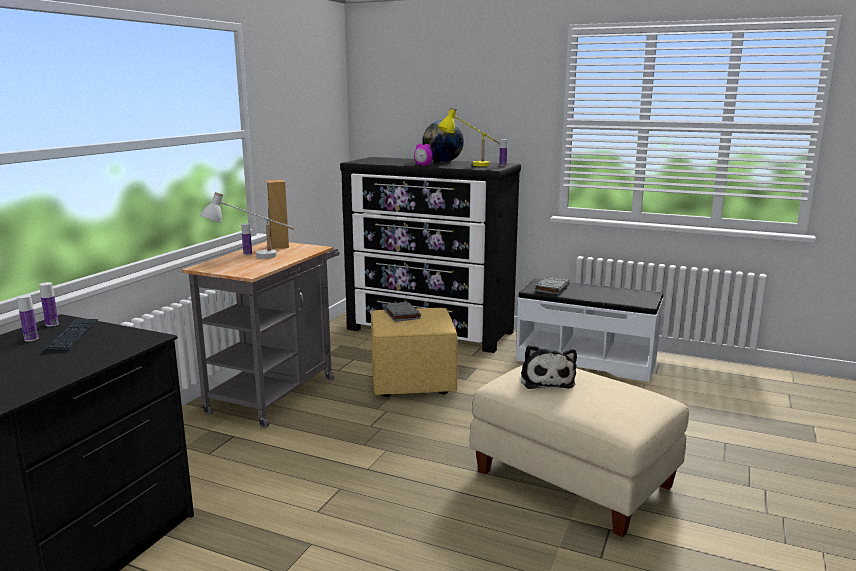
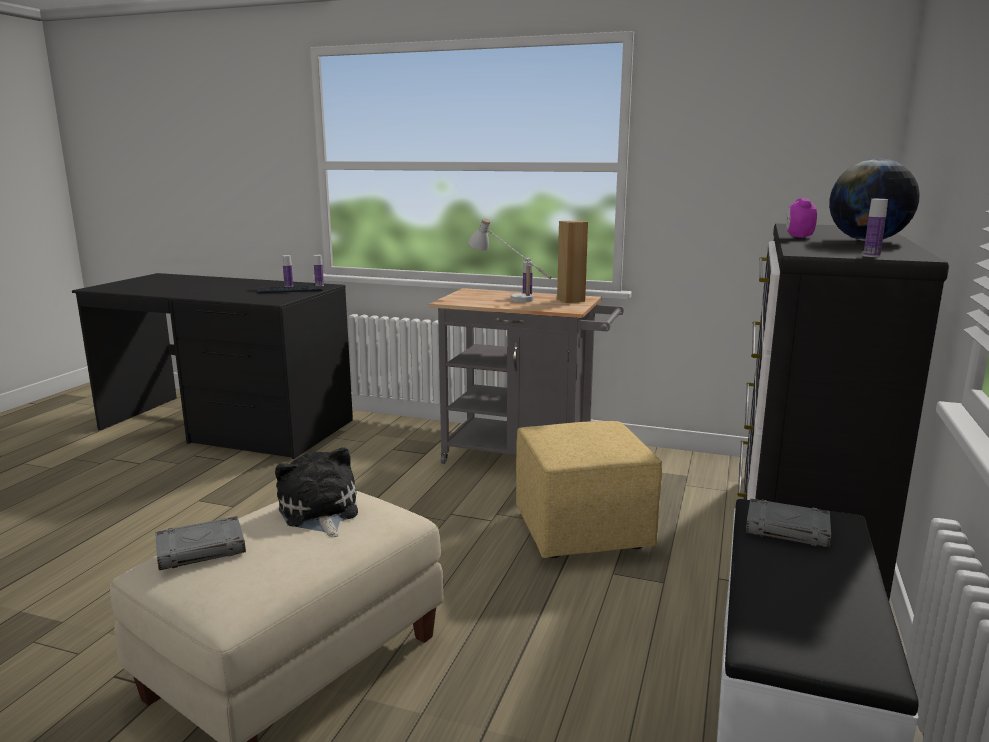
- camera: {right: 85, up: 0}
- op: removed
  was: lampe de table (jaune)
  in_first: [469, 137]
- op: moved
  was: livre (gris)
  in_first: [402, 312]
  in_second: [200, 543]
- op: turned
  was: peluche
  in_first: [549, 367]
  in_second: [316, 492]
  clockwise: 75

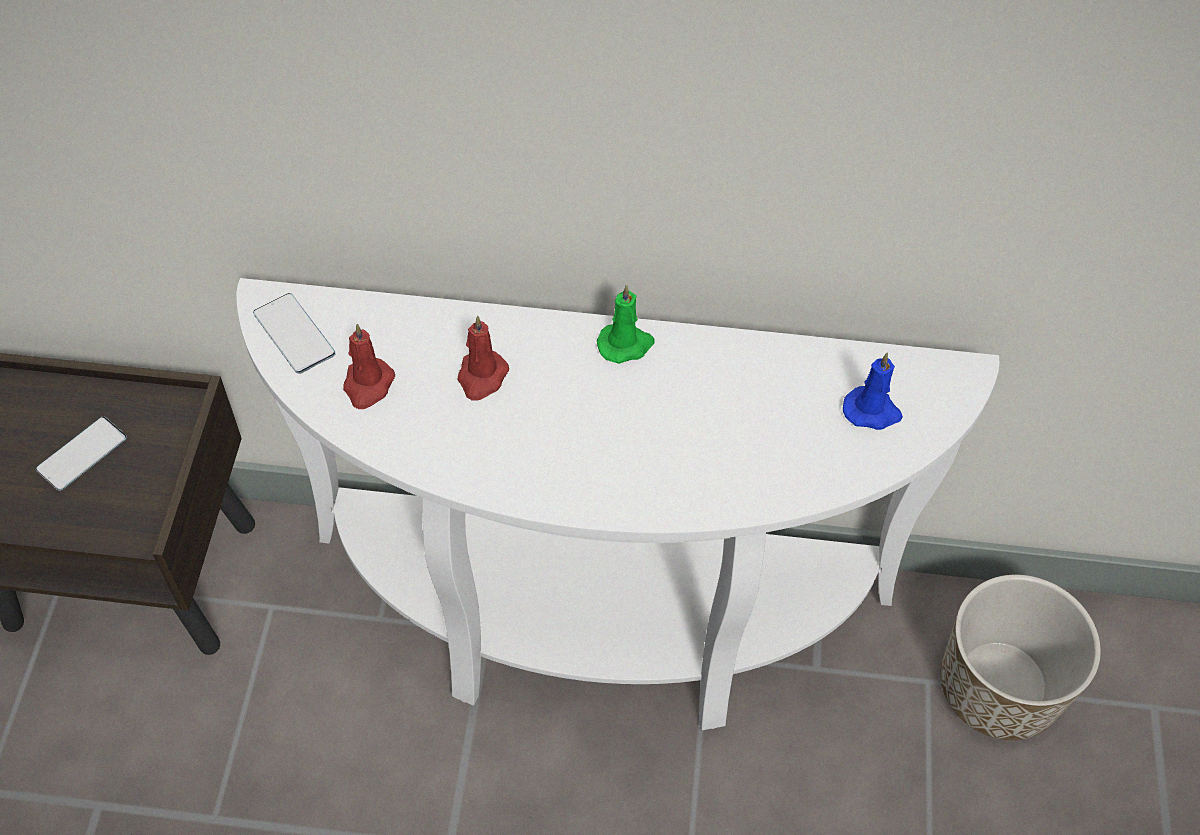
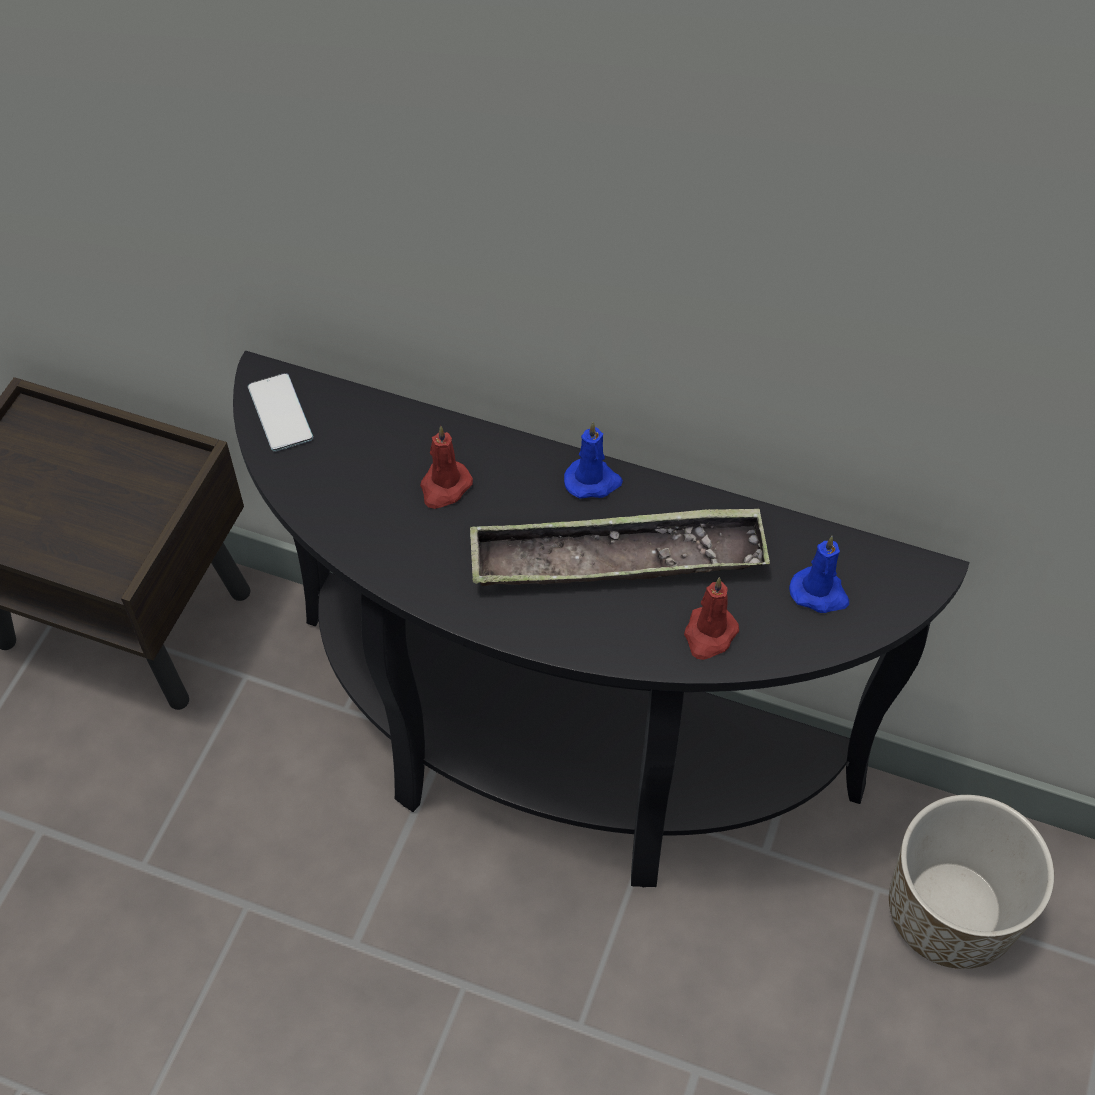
- camera: {right: 15, up: 0}
- op: removed
  was: téléphone
  in_first: [81, 453]
- op: added
  now: plateau
  in_second: [620, 547]
- op: moved
  was: bougie (rouge)
  in_first: [369, 366]
  in_second: [711, 618]
- op: recoloured
  was: table console (blanc)
  now: table console (noir)
  in_first: [618, 504]
  in_second: [601, 619]
- op: recoloured
  was: bougie (vert)
  now: bougie (bleu)
  in_first: [625, 324]
  in_second: [593, 460]

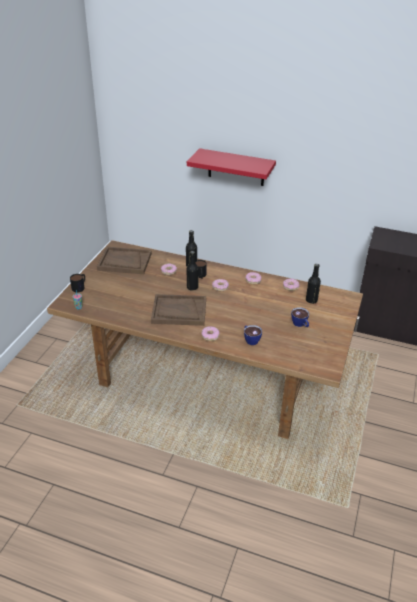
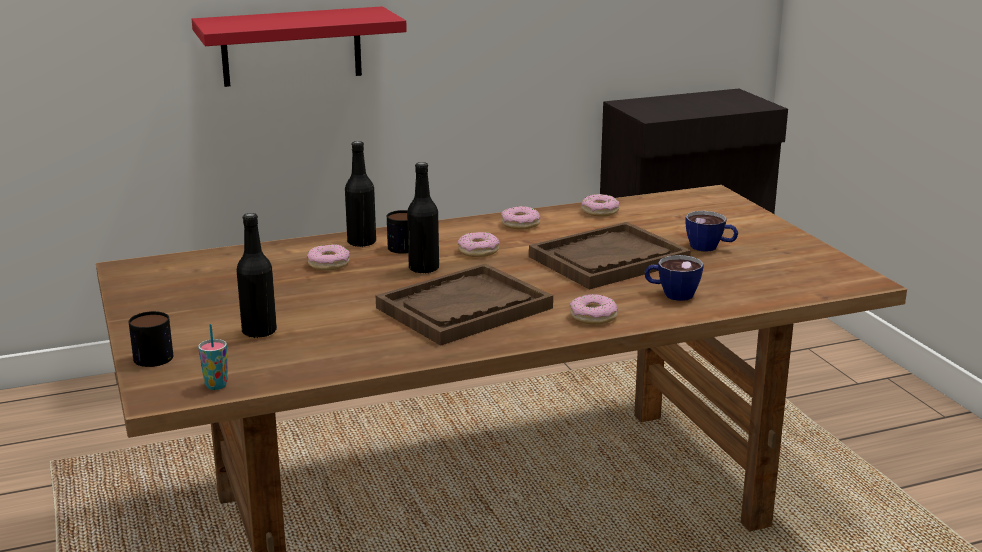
- camera: {right: -40, up: -15}
- op: moved
  was: plateau (marron)
  in_first: [124, 260]
  in_second: [610, 255]
- op: moved
  was: bouteille (noir)
  in_first: [313, 284]
  in_second: [256, 275]

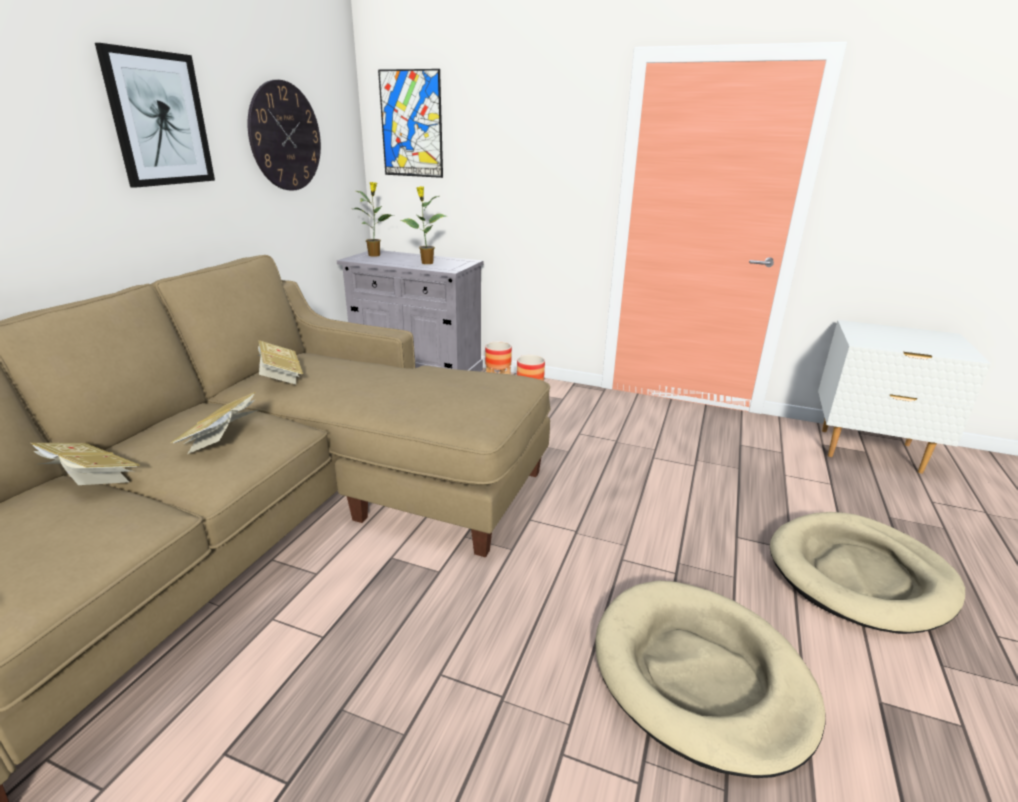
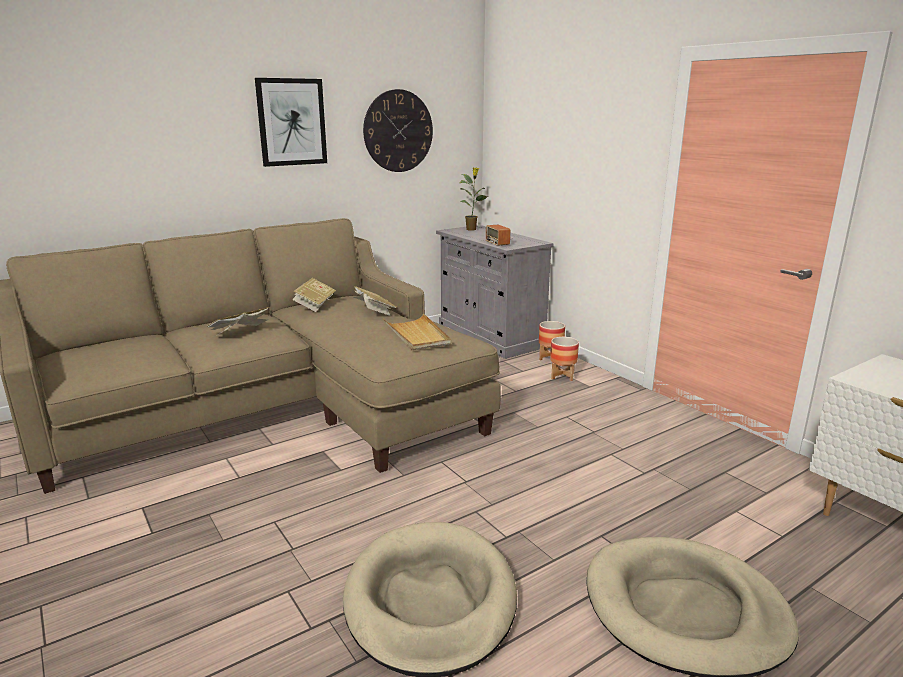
- camera: {right: 35, up: -5}
- op: removed
  was: tableau
  in_first: [410, 123]
- op: added
  now: plateau (beige)
  in_second: [417, 331]
- op: moved
  was: livre
  in_first: [85, 464]
  in_second: [375, 301]
- op: replaced
  was: plante en pot
  now: radio
  in_first: [423, 225]
  in_second: [499, 235]

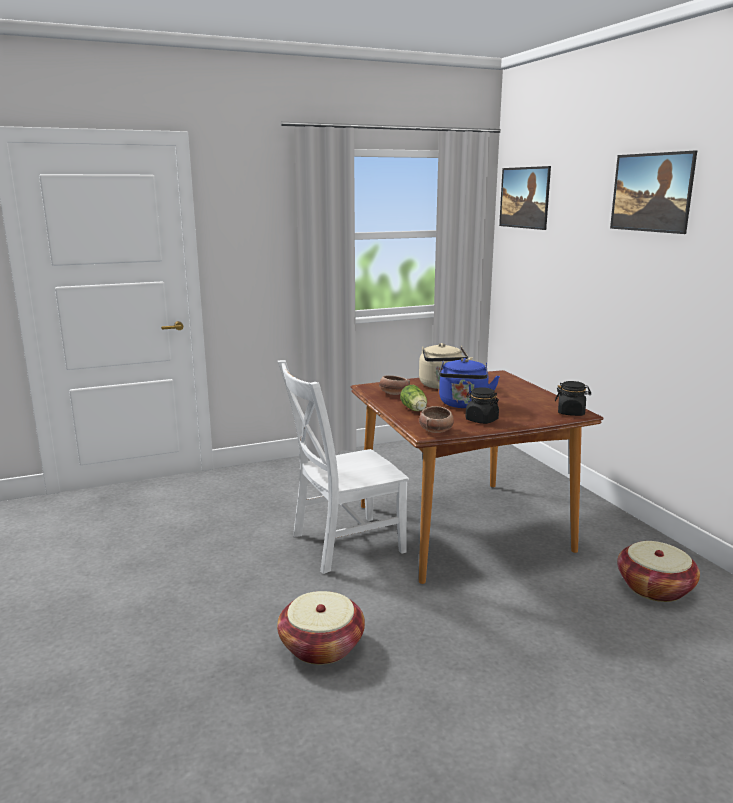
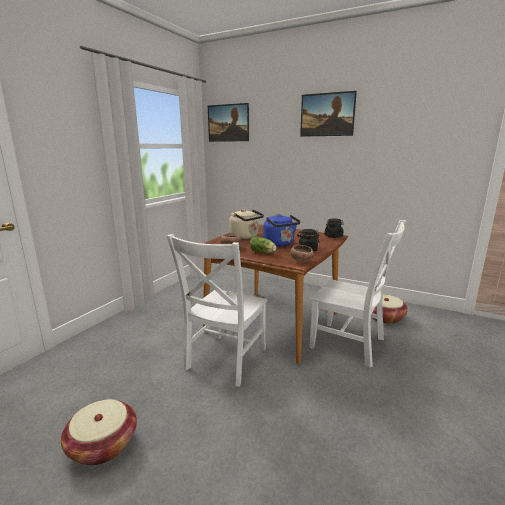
- camera: {right: -40, up: 0}
- op: added
  now: chaise (blanc)
  in_second: [357, 294]
- op: moved
  was: panier
  in_first: [321, 628]
  in_second: [99, 432]

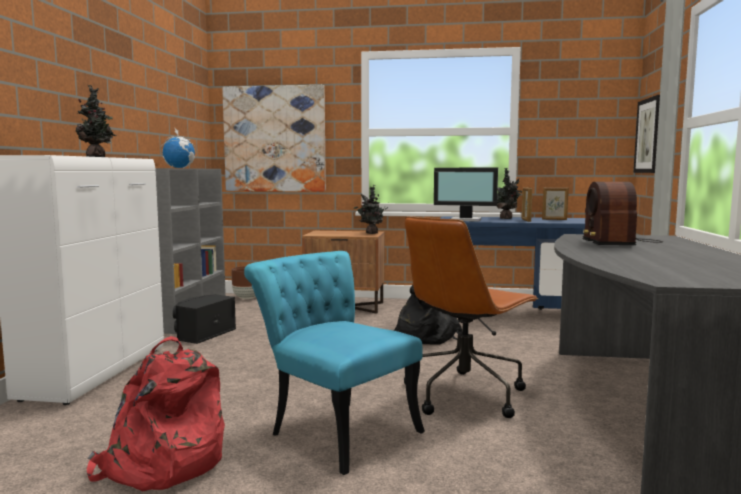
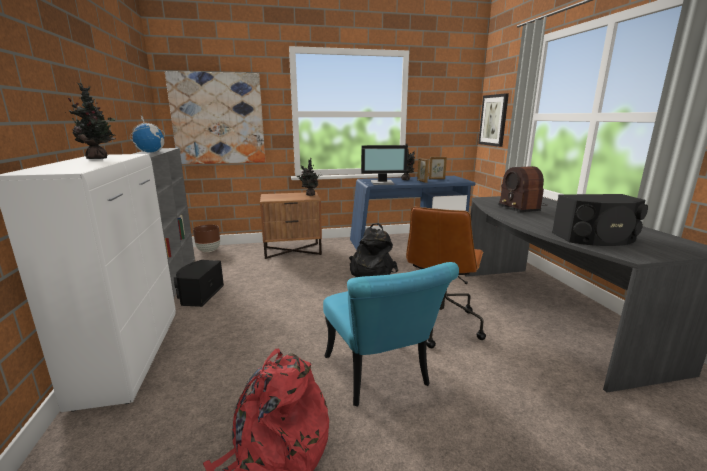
- camera: {right: -20, up: 10}
- op: added
  now: enceinte (noir)
  in_second: [600, 220]
- op: turned
  was: chaise (turquoise)
  in_first: [334, 363]
  in_second: [391, 334]
  clockwise: -135

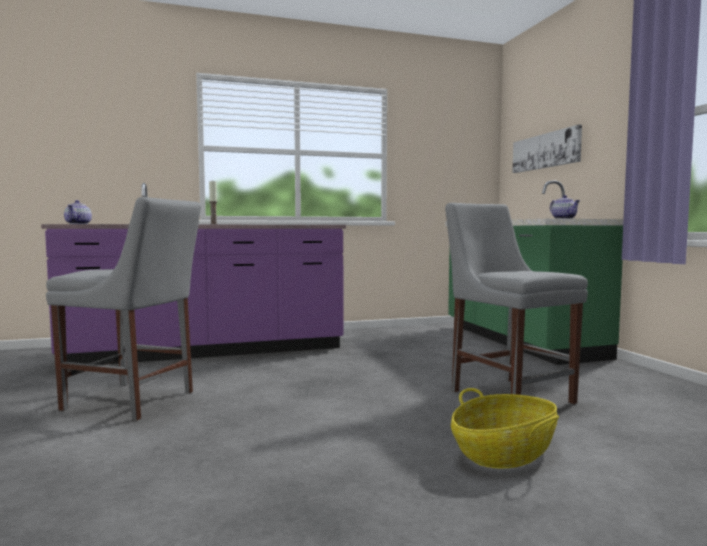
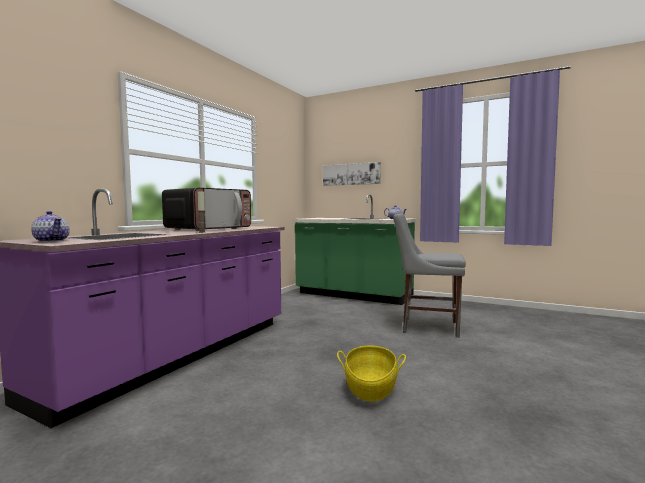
- camera: {right: -45, up: 0}
- op: removed
  was: chaise (gris)
  in_first: [123, 309]
- op: added
  now: micro-ondes
  in_second: [206, 209]
- op: moved
  was: panier
  in_first: [505, 428]
  in_second: [371, 374]

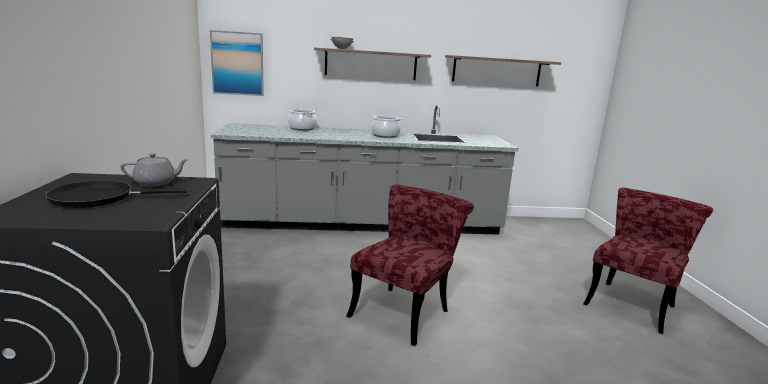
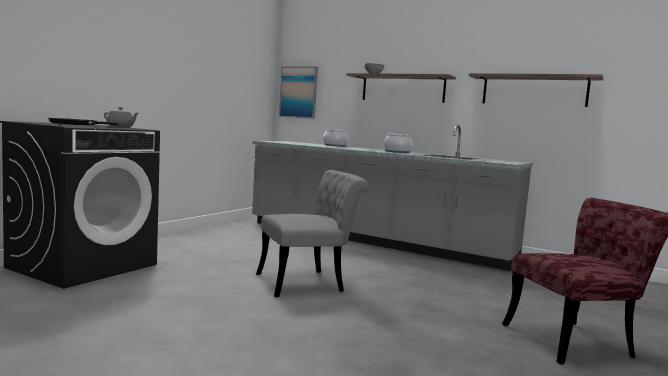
- camera: {right: 35, up: -10}
- op: recoloured
  was: chaise (rouge)
  now: chaise (gris)
  in_first: [410, 265]
  in_second: [312, 234]

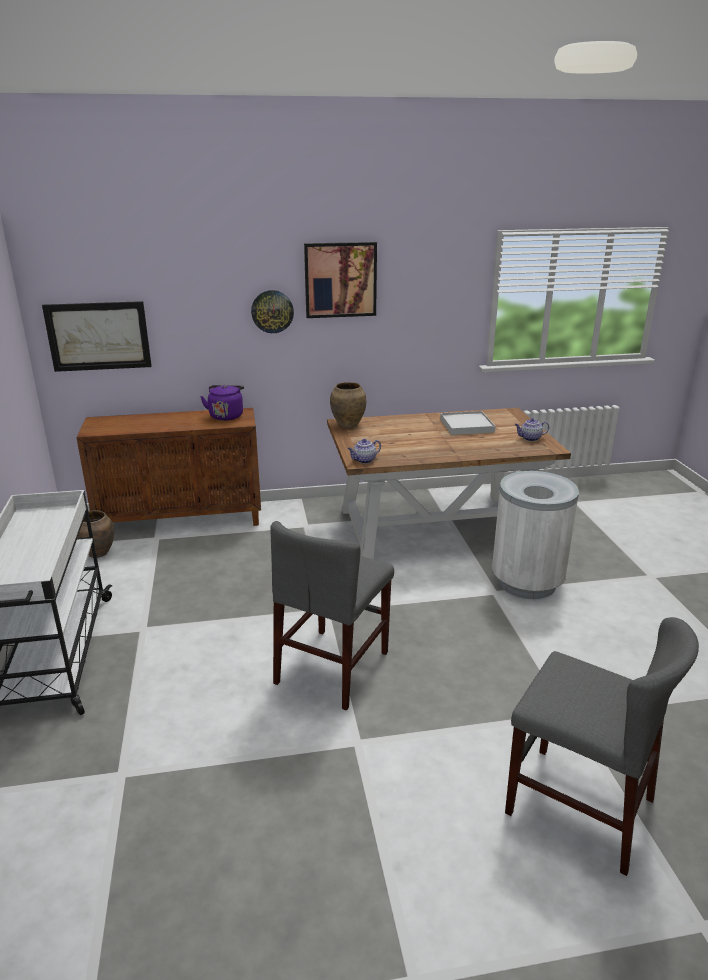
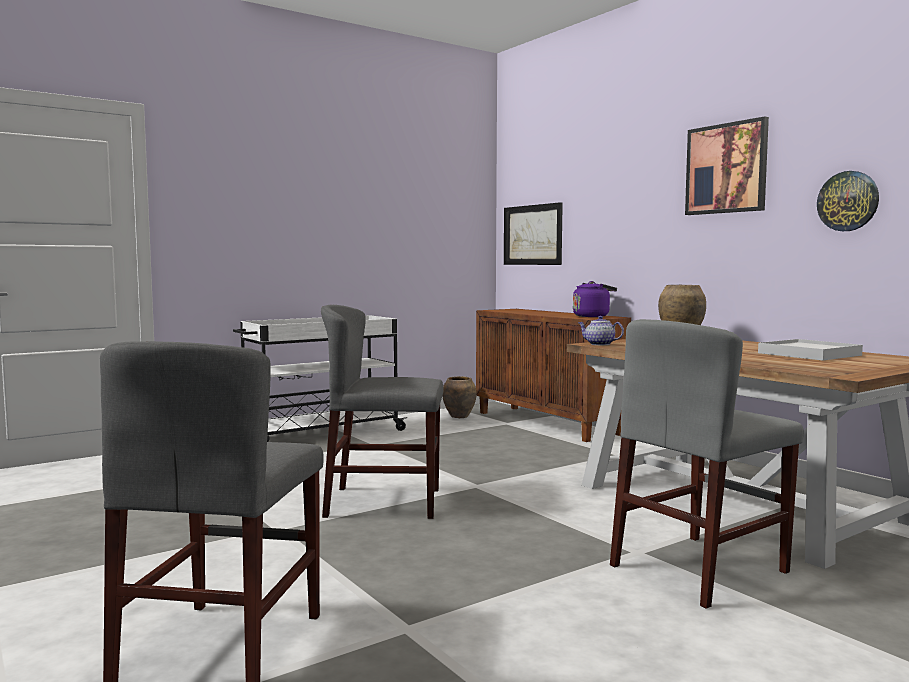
- camera: {right: 65, up: -20}
- op: removed
  was: théière
  in_first: [532, 429]
- op: moved
  was: horloge murale
  in_first: [272, 311]
  in_second: [848, 201]
- op: replaced
  was: poubelle (blanc)
  now: chaise (gris)
  in_first: [535, 535]
  in_second: [707, 464]

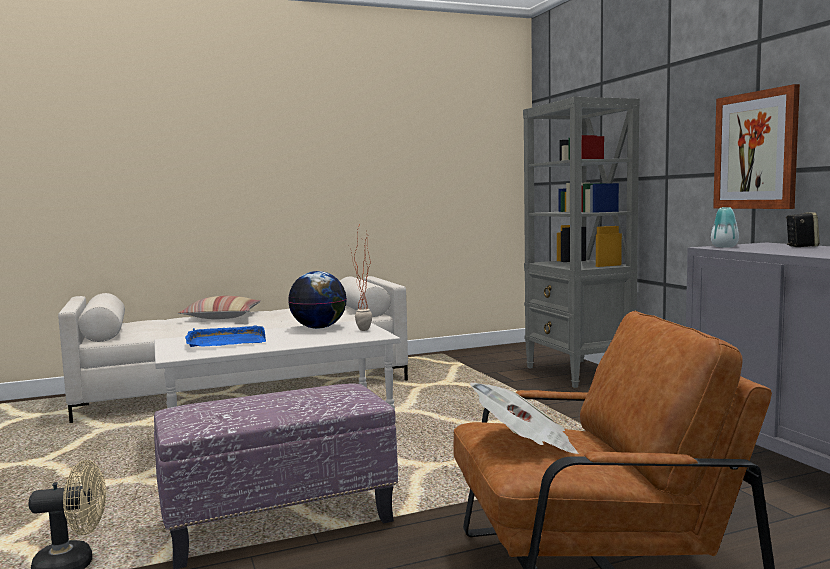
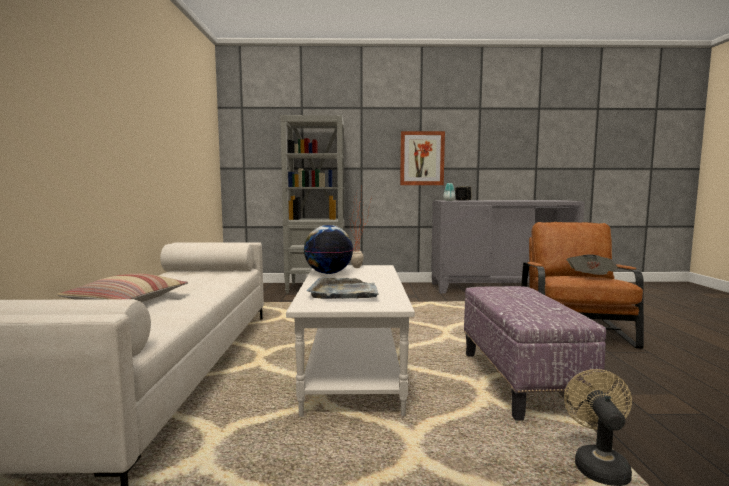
- camera: {right: -70, up: 0}
- op: recoloured
  was: plateau (bleu)
  now: plateau (gris)
  in_first: [225, 336]
  in_second: [343, 288]

